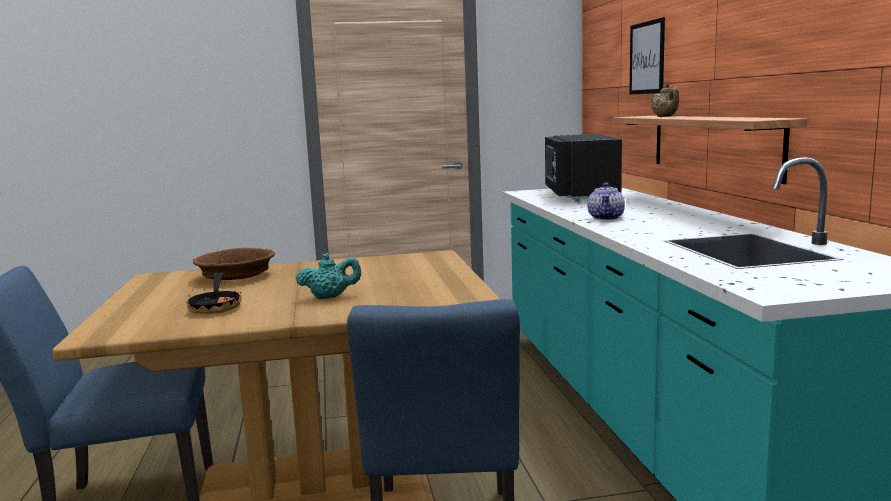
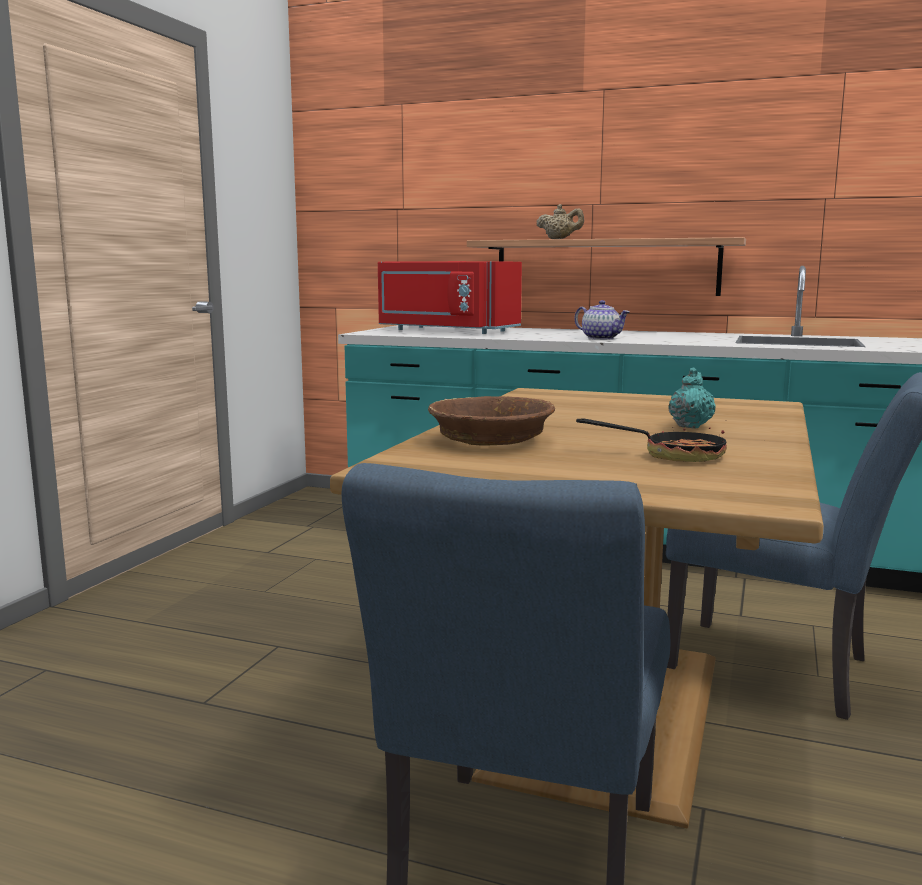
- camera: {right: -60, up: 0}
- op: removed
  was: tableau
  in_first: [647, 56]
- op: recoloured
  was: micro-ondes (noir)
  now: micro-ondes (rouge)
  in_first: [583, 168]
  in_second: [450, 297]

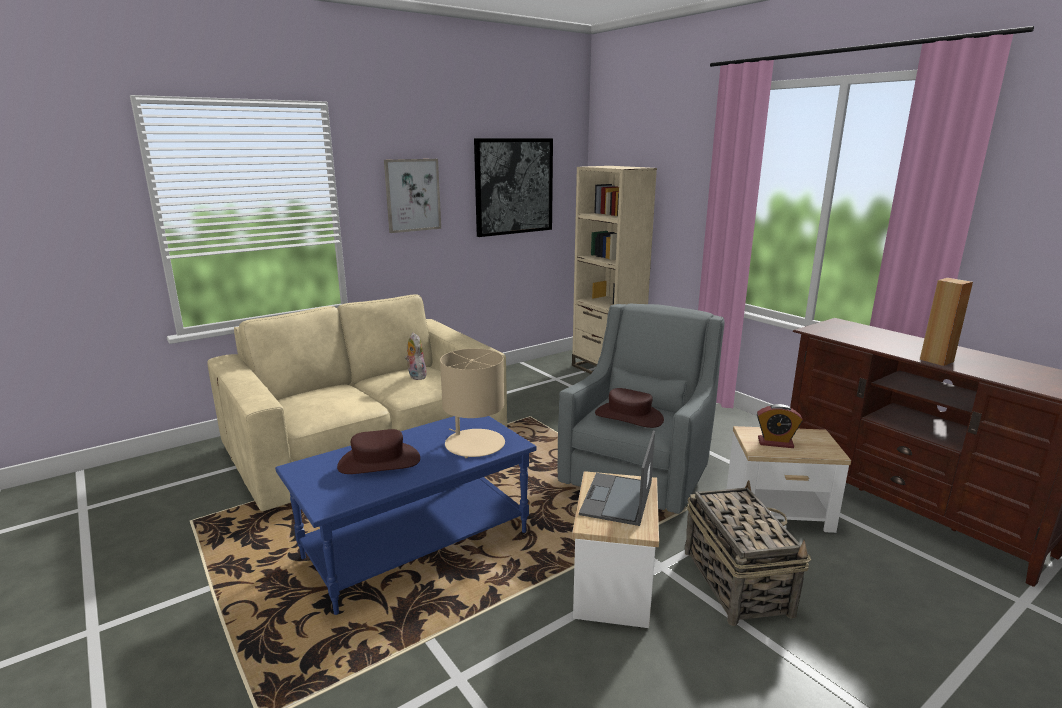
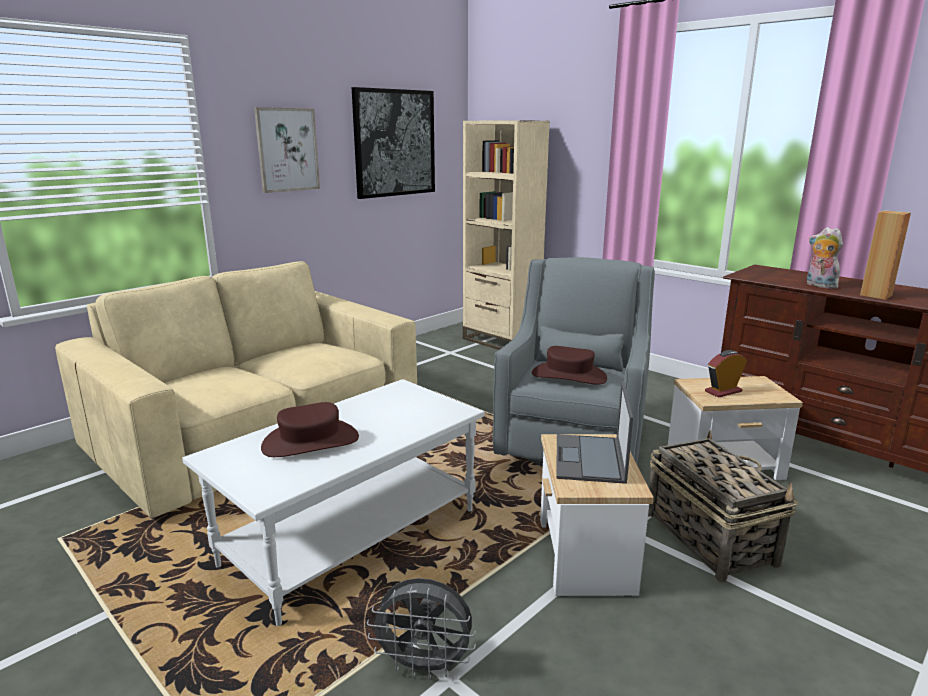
- camera: {right: -10, up: 0}
- op: removed
  was: lampe de table (beige)
  in_first: [472, 403]
- op: added
  now: ventilateur (gris)
  in_second: [421, 629]
- op: moved
  was: peluche
  in_first: [416, 356]
  in_second: [825, 258]
- op: recoloured
  was: table basse (bleu)
  now: table basse (blanc)
  in_first: [406, 515]
  in_second: [333, 502]
- op: turned
  was: réveil
  in_first: [780, 426]
  in_second: [726, 374]
  clockwise: 150

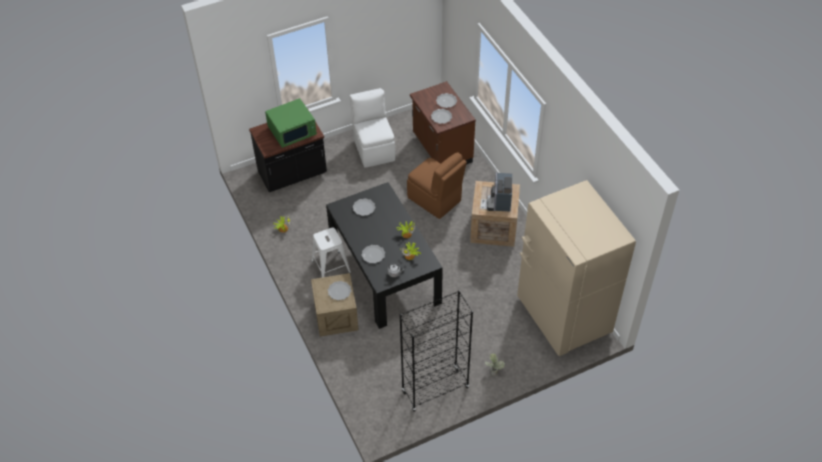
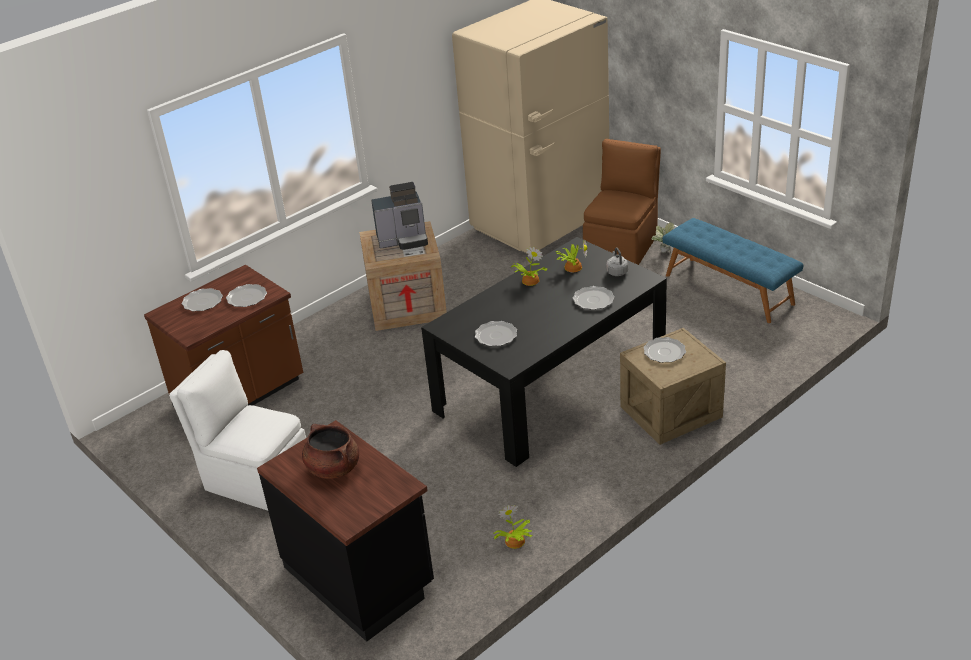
- camera: {right: -105, up: -15}
- op: removed
  was: tabouret (blanc)
  in_first: [331, 252]
- op: moved
  was: chaise (marron)
  in_first: [437, 185]
  in_second: [622, 202]
- op: replaced
  was: micro-ondes (vert)
  now: marmite (marron)
  in_first: [291, 123]
  in_second: [330, 451]
- op: replaced
  was: bibliothèque (noir)
  now: banc (bleu)
  in_first: [436, 350]
  in_second: [733, 270]
- op: turned
  was: chaise (blanc)
  in_first: [372, 128]
  in_second: [237, 430]
  clockwise: 60

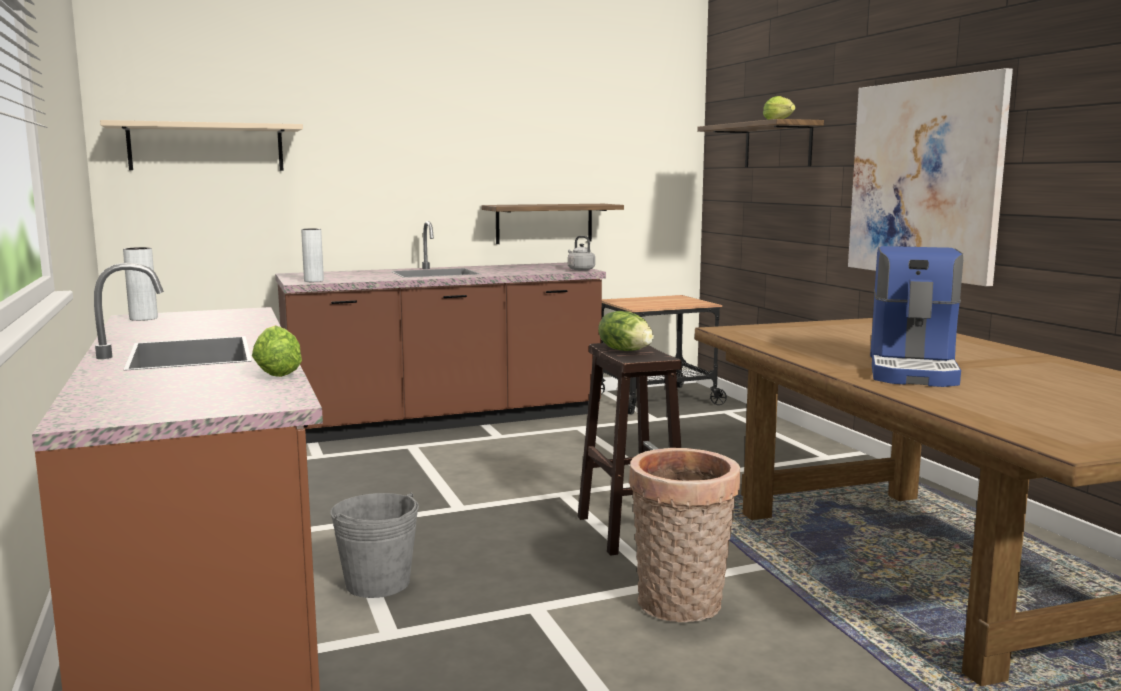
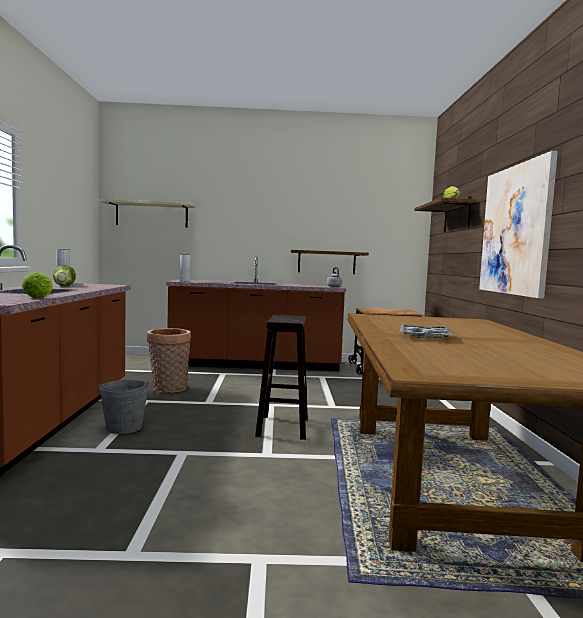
- camera: {right: 20, up: -5}
- op: moved
  was: laitue
  in_first: [626, 331]
  in_second: [64, 275]
- op: moved
  was: panier
  in_first: [684, 535]
  in_second: [169, 360]
- op: replaced
  was: machine à café
  now: plateau
  in_first: [916, 316]
  in_second: [426, 331]

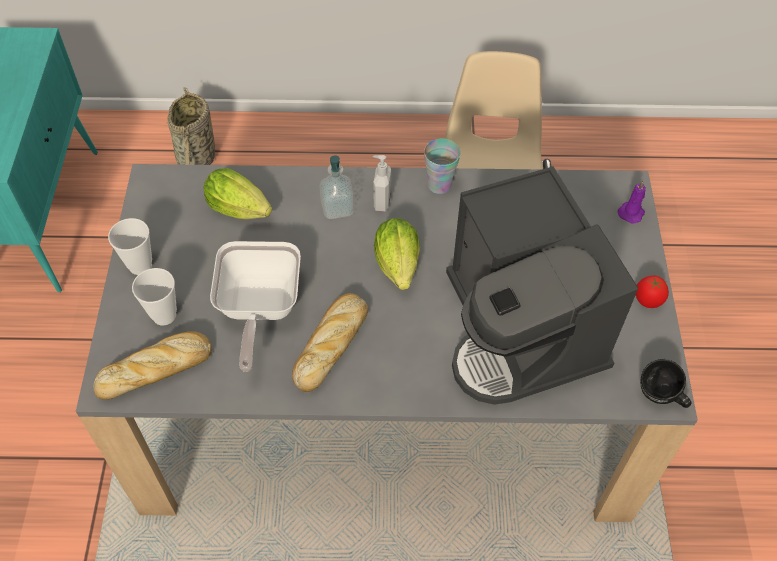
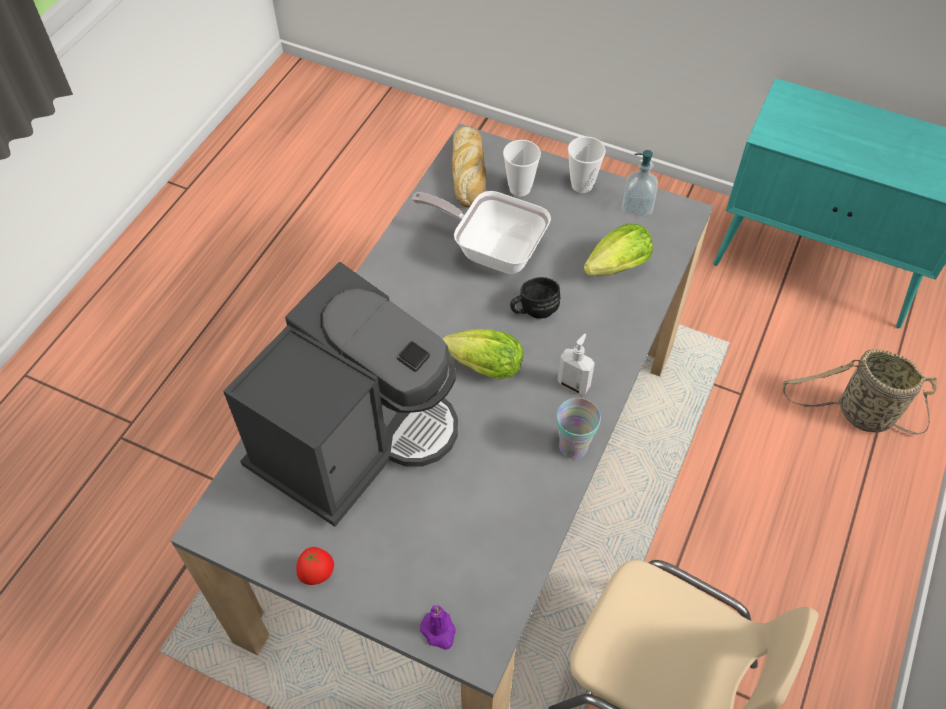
- camera: {right: 115, up: 0}
- op: removed
  was: pain
  in_first: [330, 342]
- op: moved
  was: distributeur de savon
  in_first: [337, 187]
  in_second: [640, 183]
- op: moved
  was: mug (noir)
  in_first: [665, 383]
  in_second: [535, 298]
- op: turned
  was: machine à café
  in_first: [542, 285]
  in_second: [340, 394]
  clockwise: 120

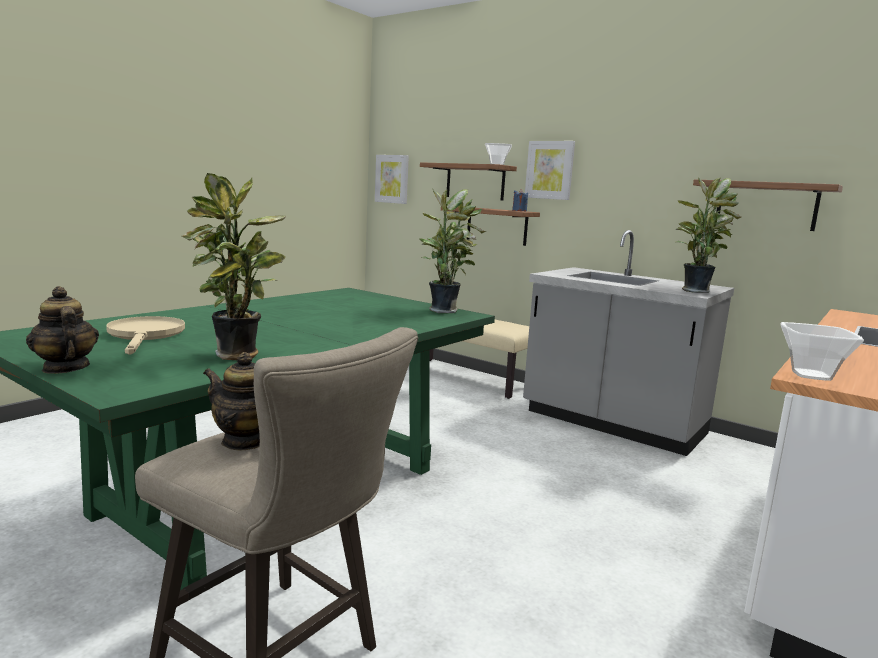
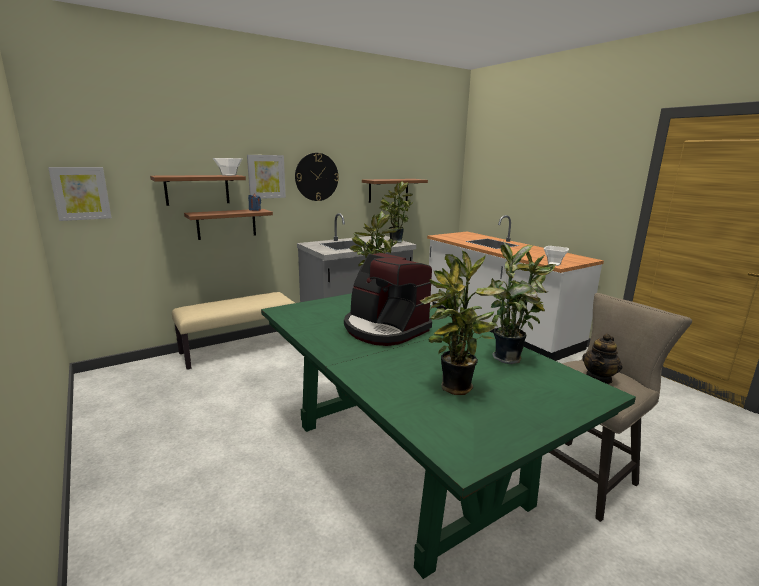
- camera: {right: -70, up: 5}
- op: removed
  was: théière
  in_first: [62, 330]
- op: added
  now: horloge murale
  in_second: [317, 177]
- op: added
  now: machine à café
  in_second: [388, 299]
- op: replaced
  was: poêle (beige)
  now: plante en pot
  in_first: [145, 335]
  in_second: [462, 322]

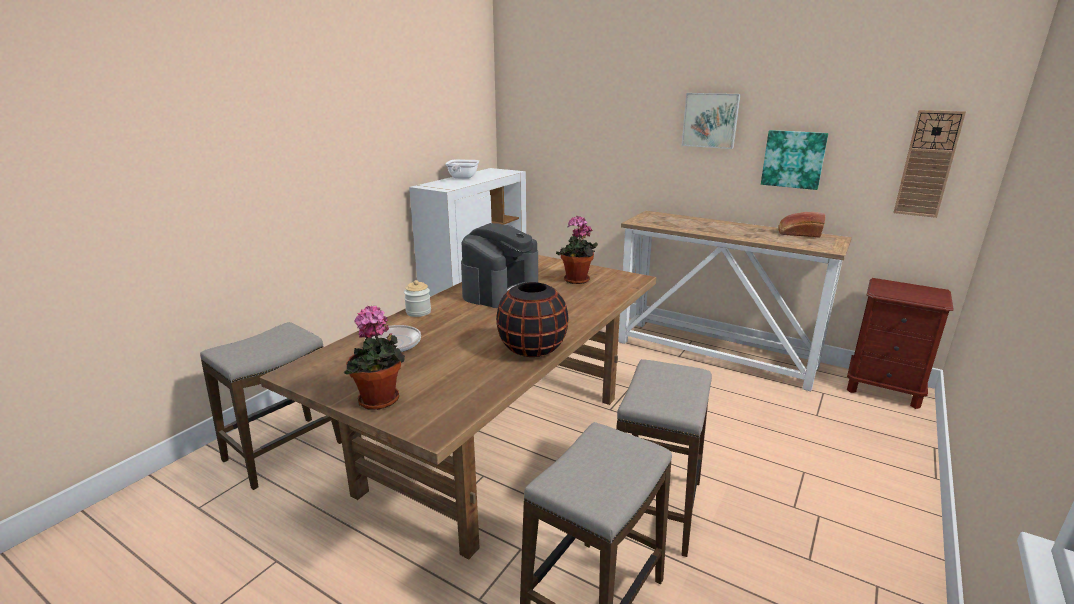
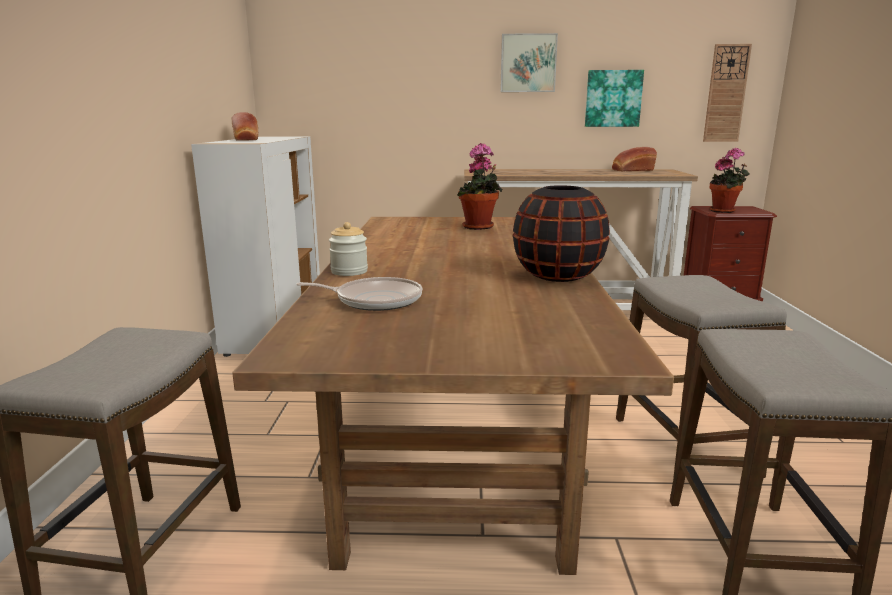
- camera: {right: -30, up: -5}
- op: removed
  was: machine à café
  in_first: [499, 265]
- op: moved
  was: plante en pot
  in_first: [374, 358]
  in_second: [730, 180]
- op: replaced
  was: poêle
  now: pain
  in_first: [462, 169]
  in_second: [244, 126]

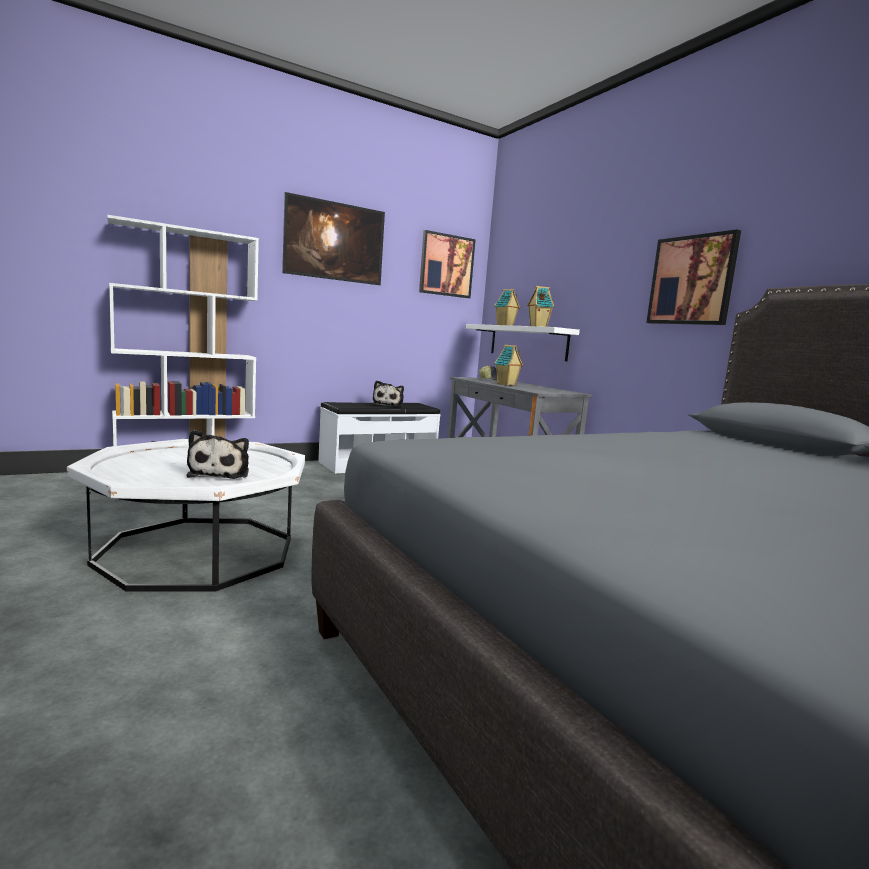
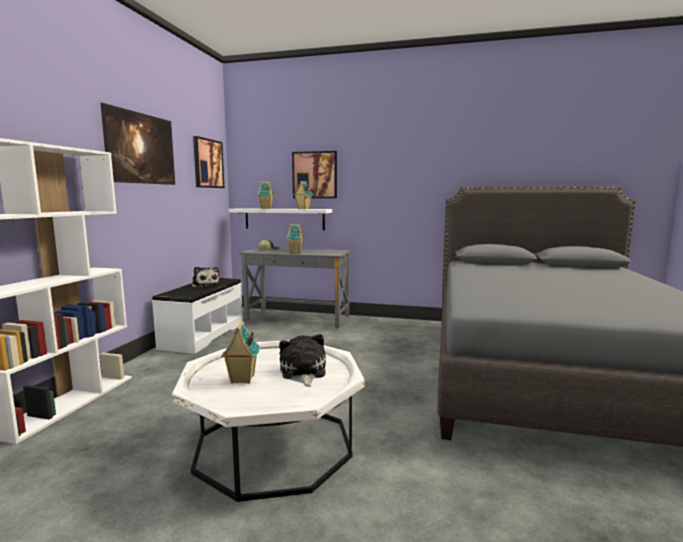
- camera: {right: -45, up: 0}
- op: added
  now: maison miniature
  in_second: [240, 352]
- op: moved
  was: tableau
  in_first: [693, 277]
  in_second: [314, 174]
- op: turned
  was: peluche
  in_first: [218, 454]
  in_second: [302, 360]
  clockwise: -135

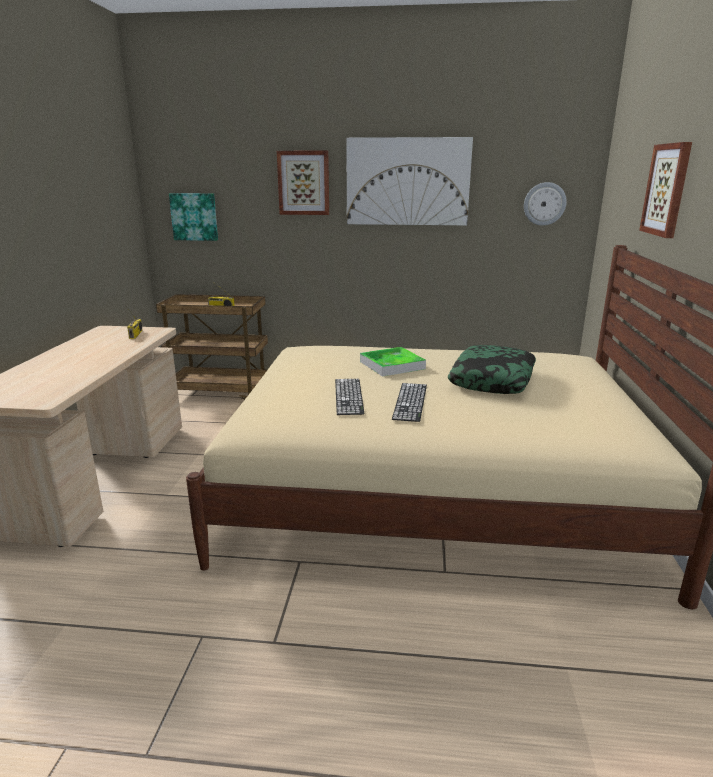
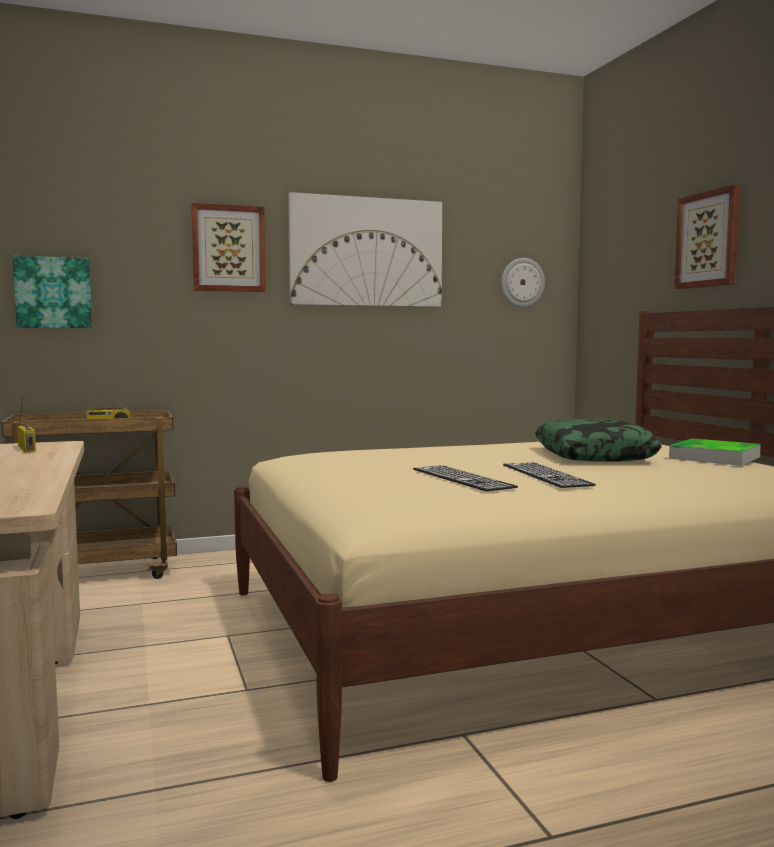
- camera: {right: -25, up: -15}
- op: moved
  was: plateau
  in_first: [393, 361]
  in_second: [715, 452]

